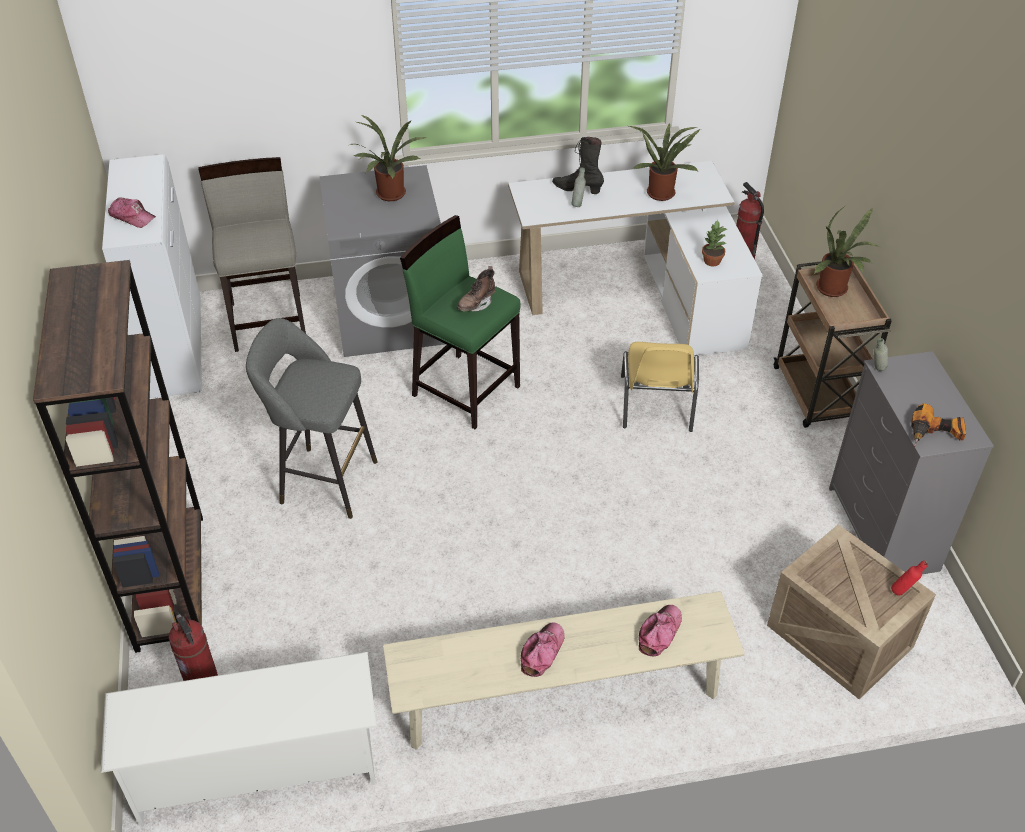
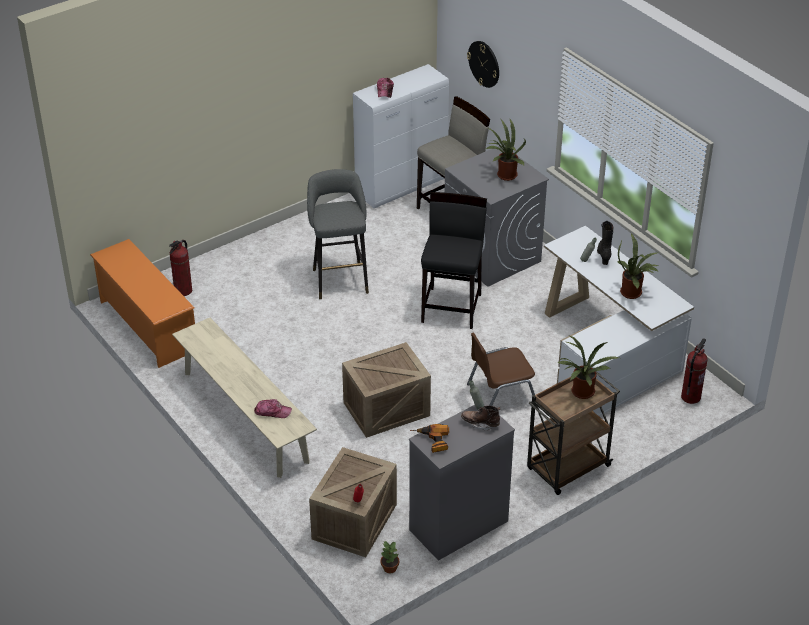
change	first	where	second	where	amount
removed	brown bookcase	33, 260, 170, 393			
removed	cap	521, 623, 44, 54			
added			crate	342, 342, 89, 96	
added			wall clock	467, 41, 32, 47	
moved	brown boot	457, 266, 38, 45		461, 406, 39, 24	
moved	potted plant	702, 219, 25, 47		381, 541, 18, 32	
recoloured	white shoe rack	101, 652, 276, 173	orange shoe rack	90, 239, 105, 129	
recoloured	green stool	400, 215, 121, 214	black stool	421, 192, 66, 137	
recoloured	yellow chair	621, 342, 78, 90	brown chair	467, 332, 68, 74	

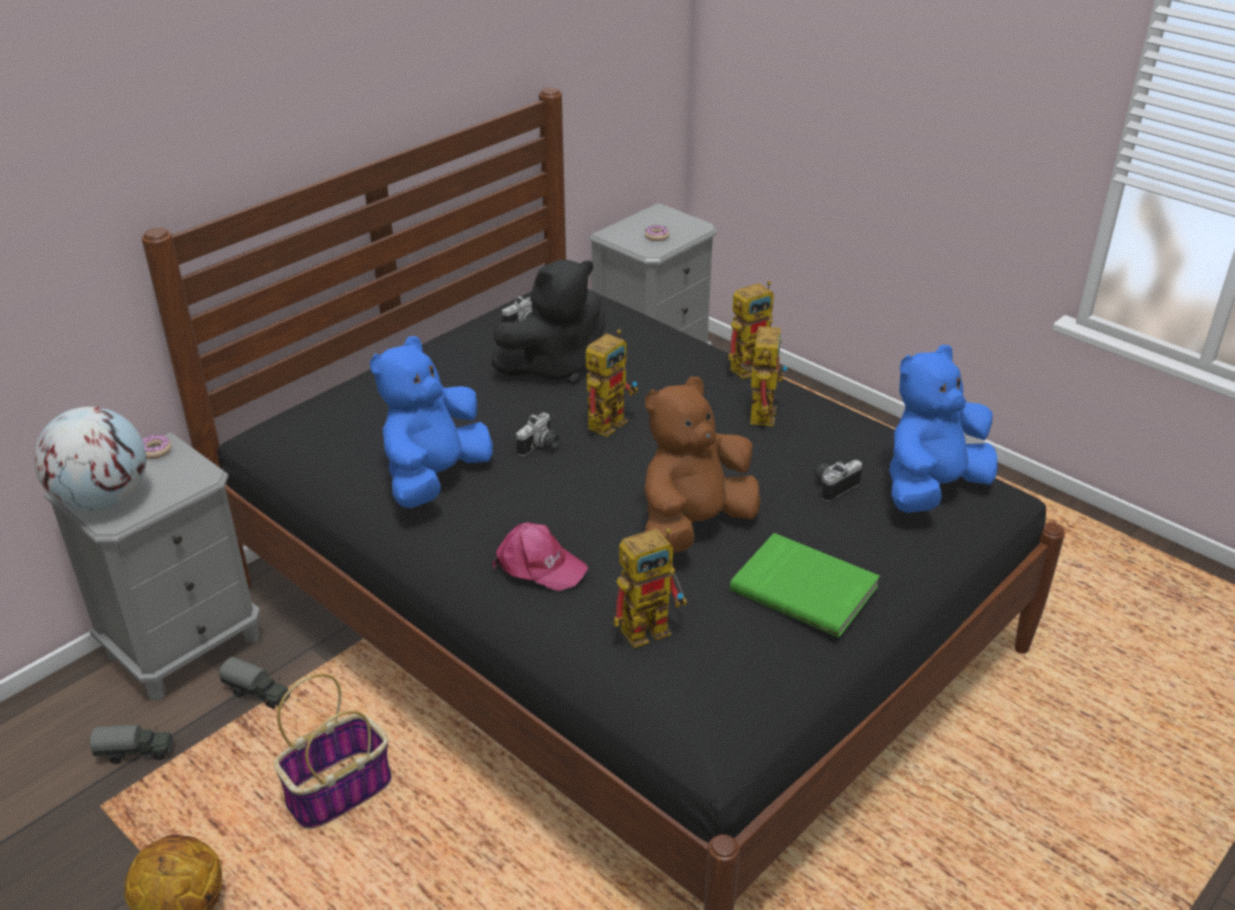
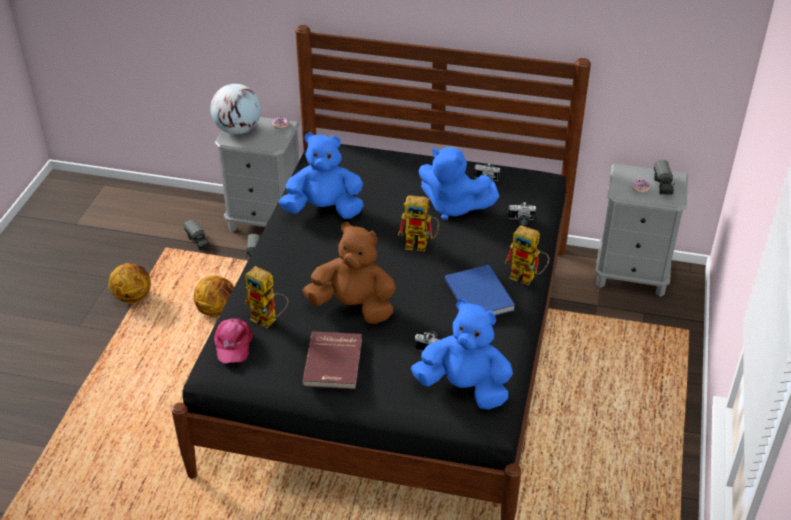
change	first	where	second	where	amount
added			toy truck	654, 160, 21, 35	
moved	pink cap	492, 522, 97, 69		214, 318, 39, 45	
moved	photo camera	516, 413, 44, 43		508, 202, 28, 23	
replaced	basket	274, 674, 118, 155	basketball	194, 275, 40, 42	
replaced	toy robot	741, 319, 46, 107	blue book	445, 265, 70, 51	
recoloured	black plush toy	491, 259, 114, 125	blue plush toy	419, 147, 81, 73	
recoloured	green book	730, 533, 150, 105	red book	302, 331, 60, 58	

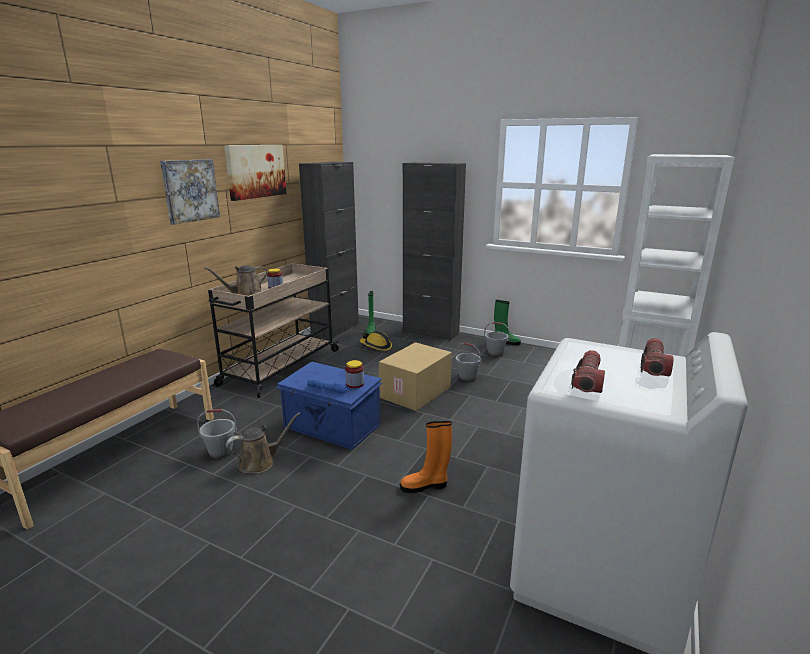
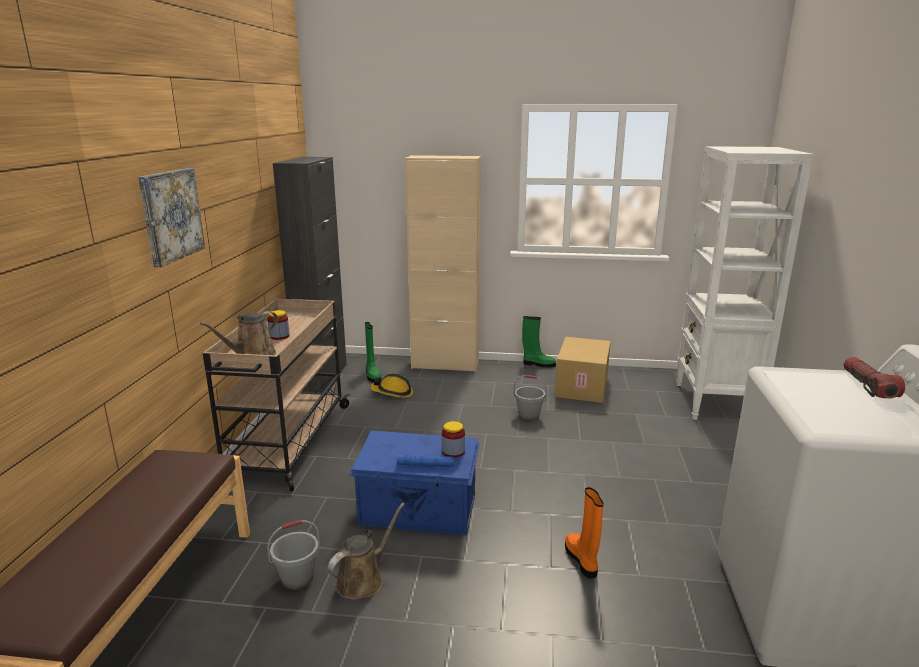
change	first	where	second	where	amount
removed	picture	224, 145, 62, 56			
removed	grey bucket	484, 322, 26, 34			
removed	flashlight	571, 350, 34, 43			
moved	cardboard box	379, 342, 73, 69		555, 337, 56, 66	
recoloured	black cabinet	403, 162, 63, 179	beige cabinet	405, 155, 76, 217	
turned	orange boot	400, 421, 52, 72		565, 487, 39, 91	105 degrees clockwise

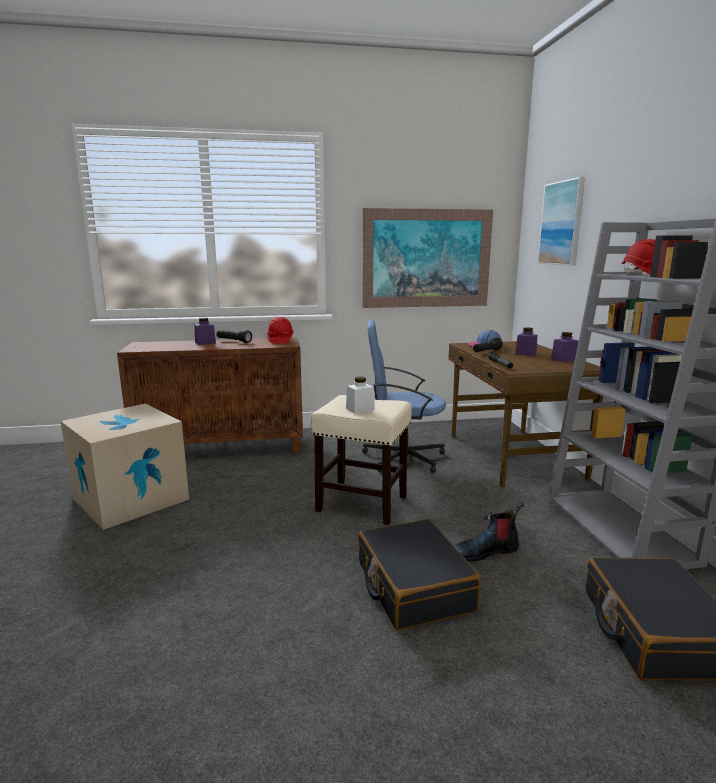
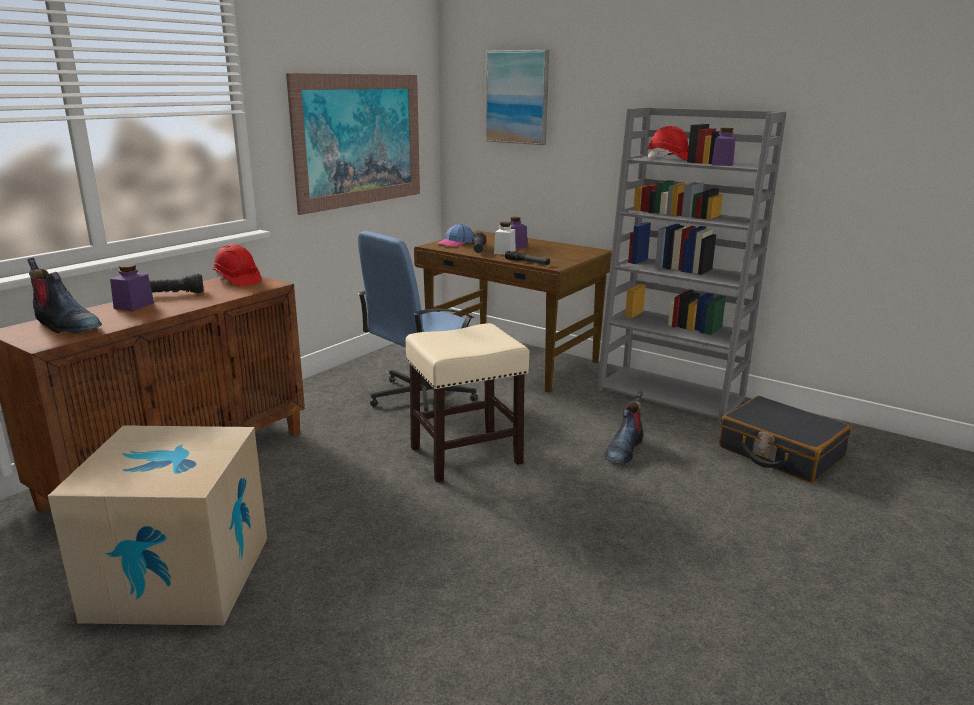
change	first	where	second	where	amount
removed	black suitcase	358, 519, 123, 111			
added			boot	28, 258, 74, 76	
moved	white jar	346, 377, 29, 37		494, 222, 22, 33	
moved	purple jar	551, 332, 27, 30		712, 128, 24, 38	

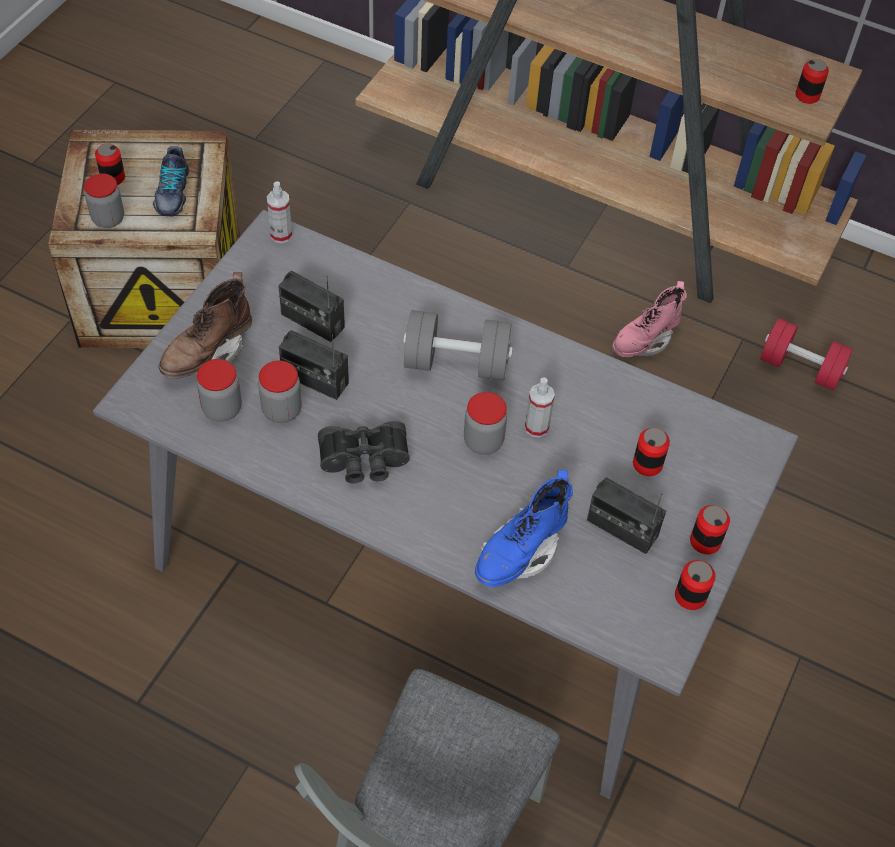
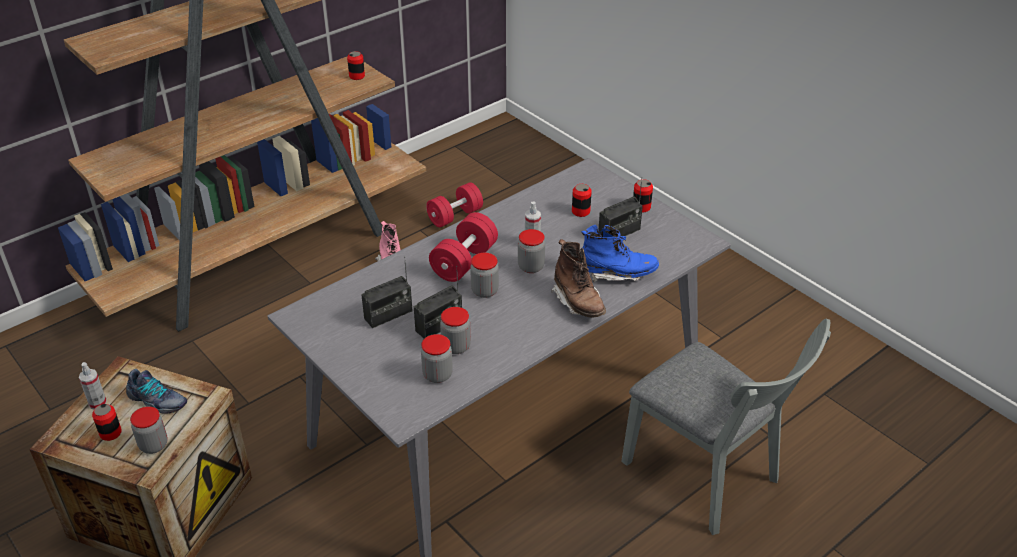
change	first	where	second	where	amount
removed	black binoculars	318, 421, 92, 63			
removed	can	675, 560, 41, 50			
added			jar	470, 253, 29, 45	
moved	brown boot	158, 272, 94, 106		551, 239, 55, 79	
moved	spray bottle	267, 181, 25, 62		79, 362, 28, 47	
recoloured	grey dumbbell	403, 310, 110, 70	red dumbbell	429, 212, 69, 70	
turned	blue boot	475, 470, 98, 117		581, 225, 78, 58	60 degrees counterclockwise

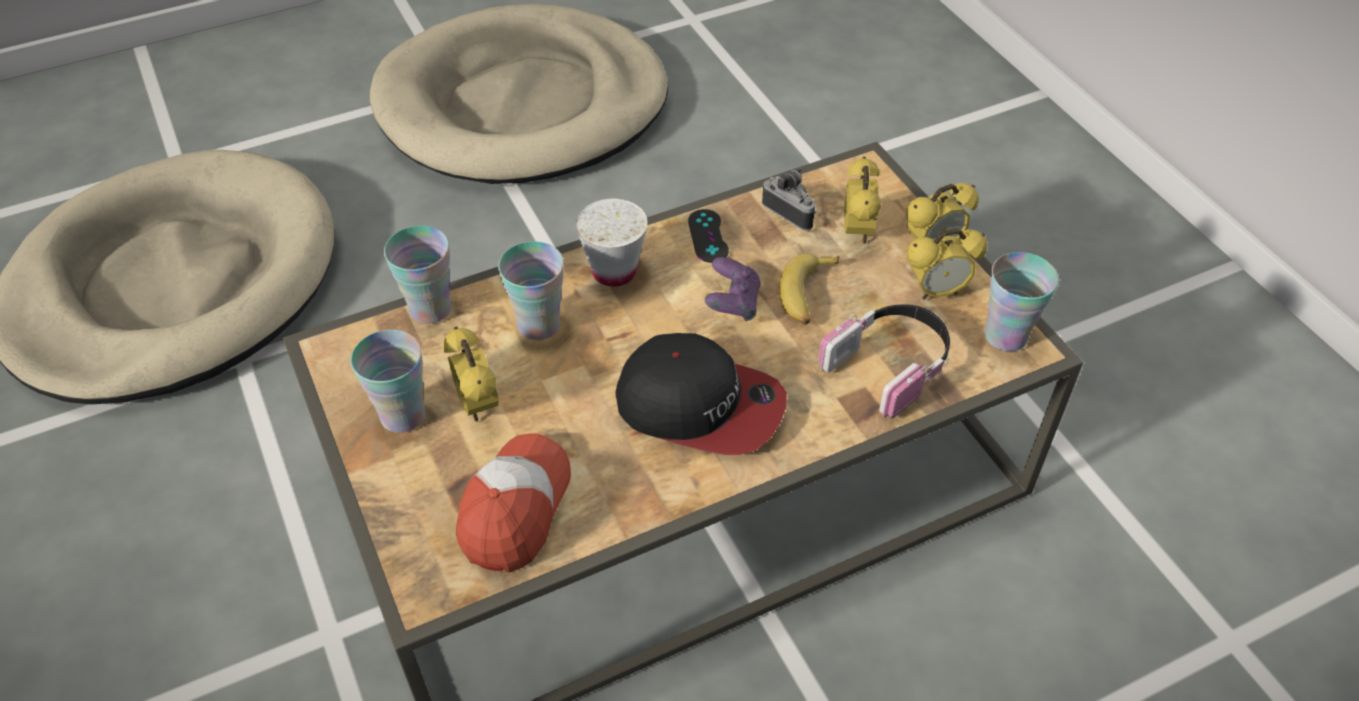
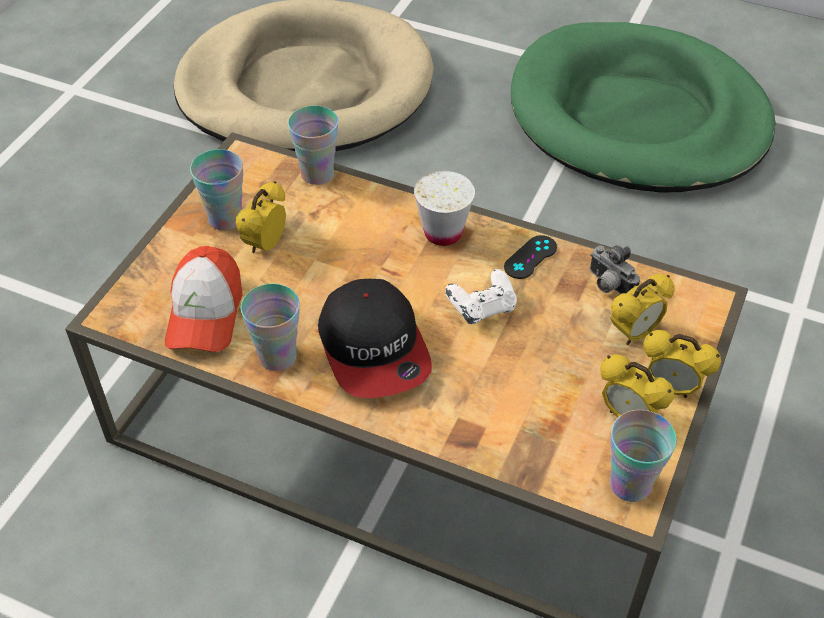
change	first	where	second	where	amount
removed	banana	779, 253, 60, 71			
removed	headphones	818, 304, 132, 114			
moved	cup	498, 241, 66, 99		241, 284, 59, 87	
recoloured	beige dog bed	370, 4, 298, 180	green dog bed	511, 22, 264, 171	
recoloured	purple game controller	705, 257, 56, 64	white game controller	445, 269, 72, 55	
turned	cap	456, 433, 115, 140		165, 246, 78, 106	120 degrees clockwise
turned	photo camera	762, 168, 54, 63		590, 245, 50, 49	135 degrees clockwise

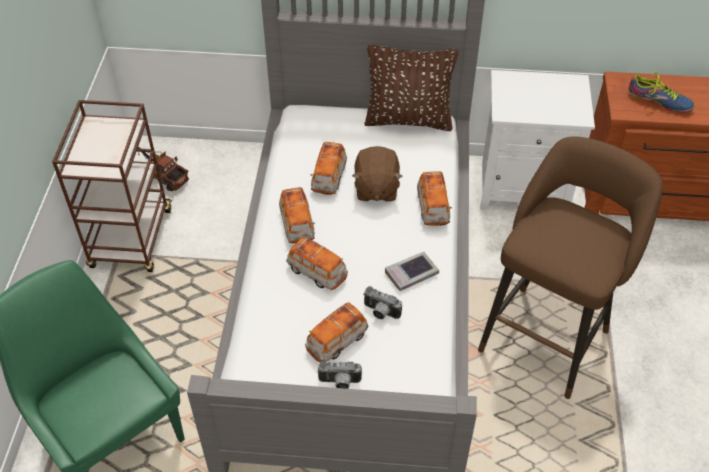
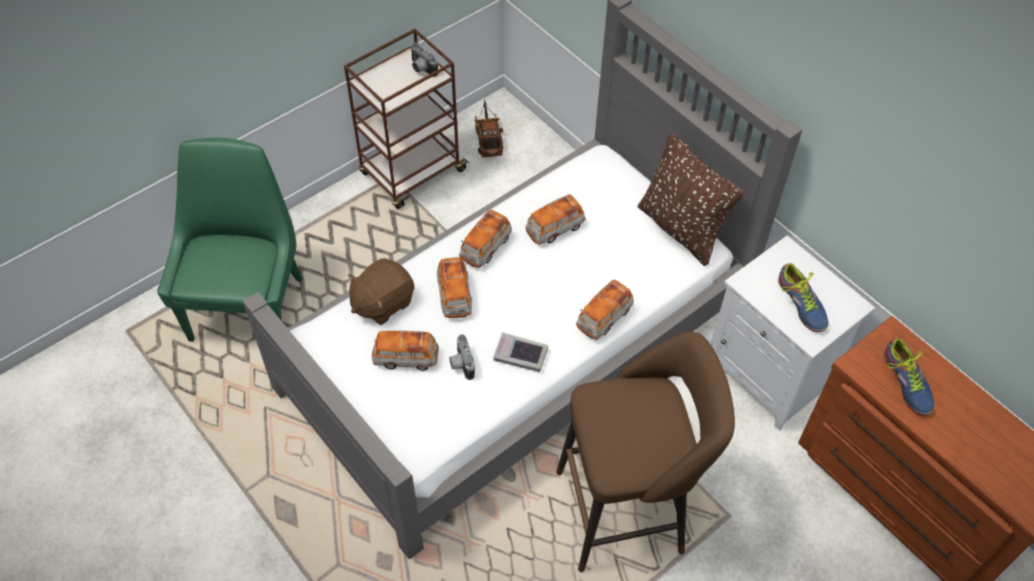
change	first	where	second	where	amount
added			shoe	778, 263, 51, 69	
moved	photo camera	317, 361, 45, 28		410, 42, 28, 35	
moved	brown plush toy	352, 146, 51, 55		348, 258, 66, 67	

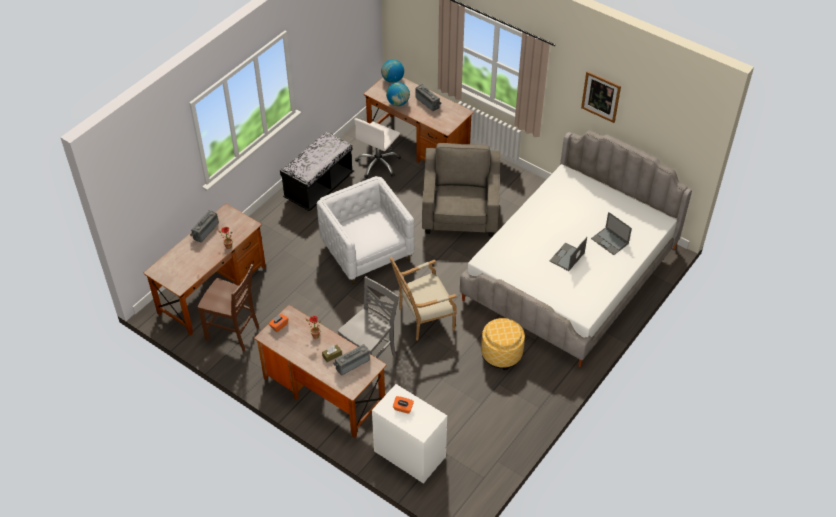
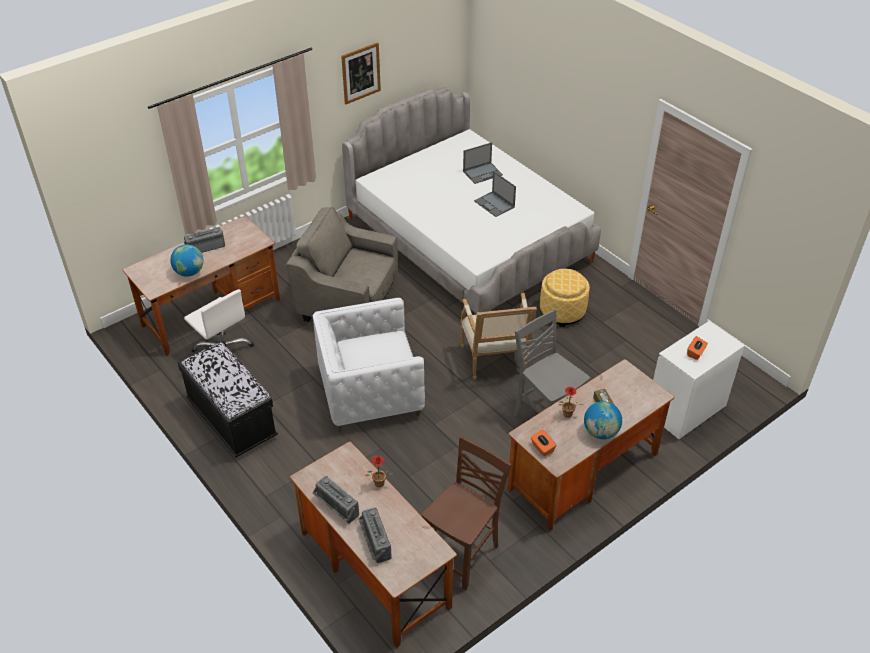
change	first	where	second	where	amount
moved	radio	333, 344, 37, 31		358, 507, 34, 56	
moved	globe	381, 59, 23, 24		584, 401, 38, 38	

